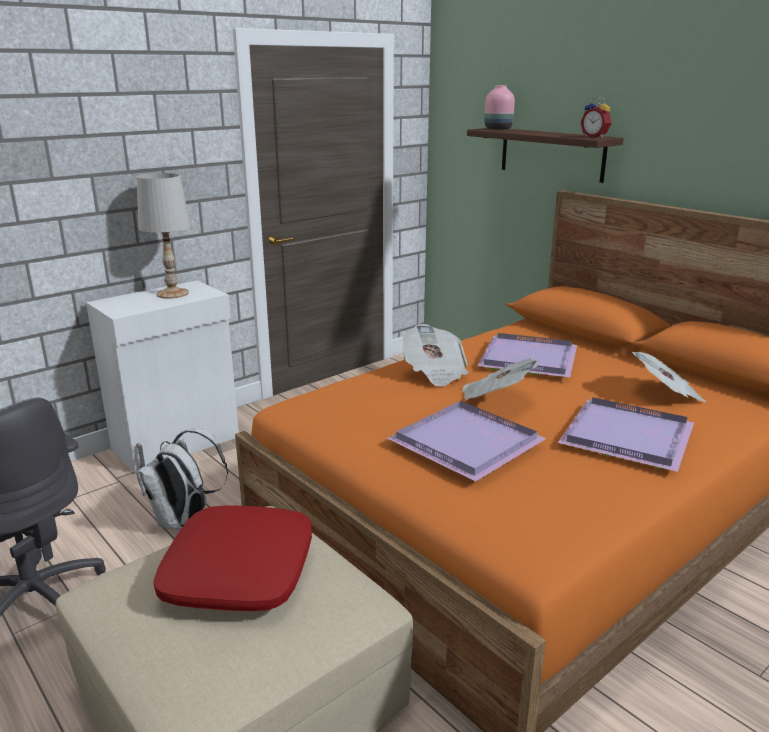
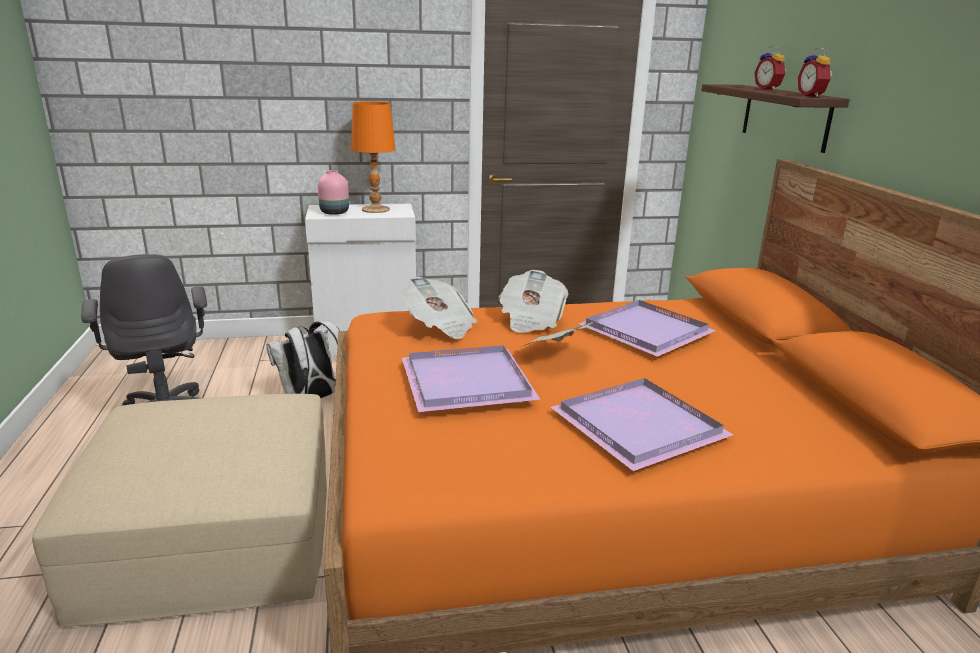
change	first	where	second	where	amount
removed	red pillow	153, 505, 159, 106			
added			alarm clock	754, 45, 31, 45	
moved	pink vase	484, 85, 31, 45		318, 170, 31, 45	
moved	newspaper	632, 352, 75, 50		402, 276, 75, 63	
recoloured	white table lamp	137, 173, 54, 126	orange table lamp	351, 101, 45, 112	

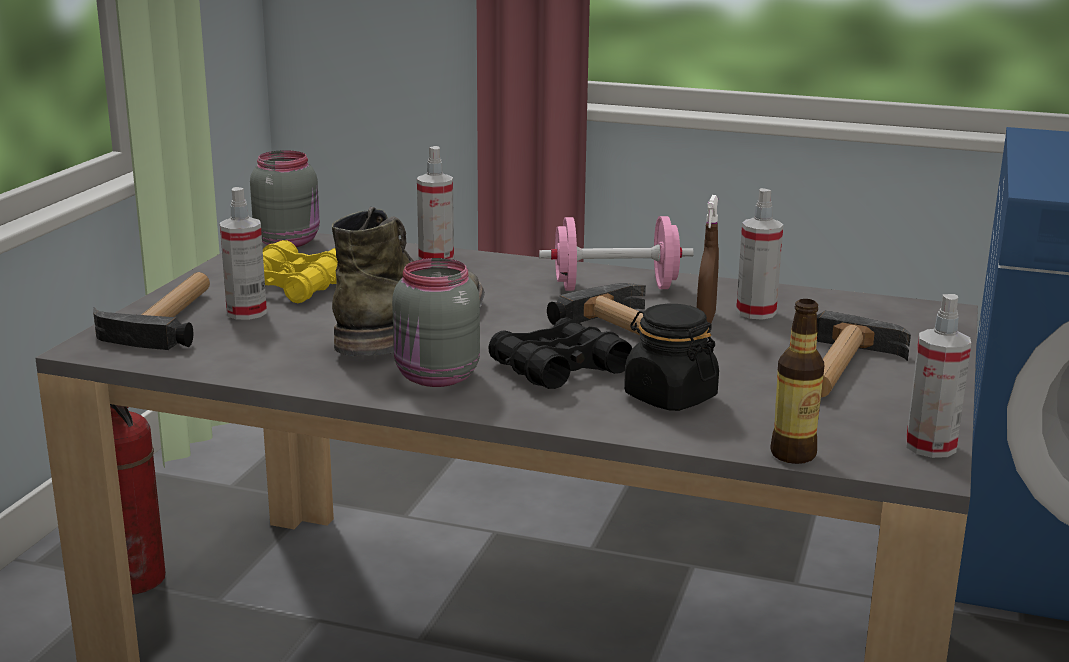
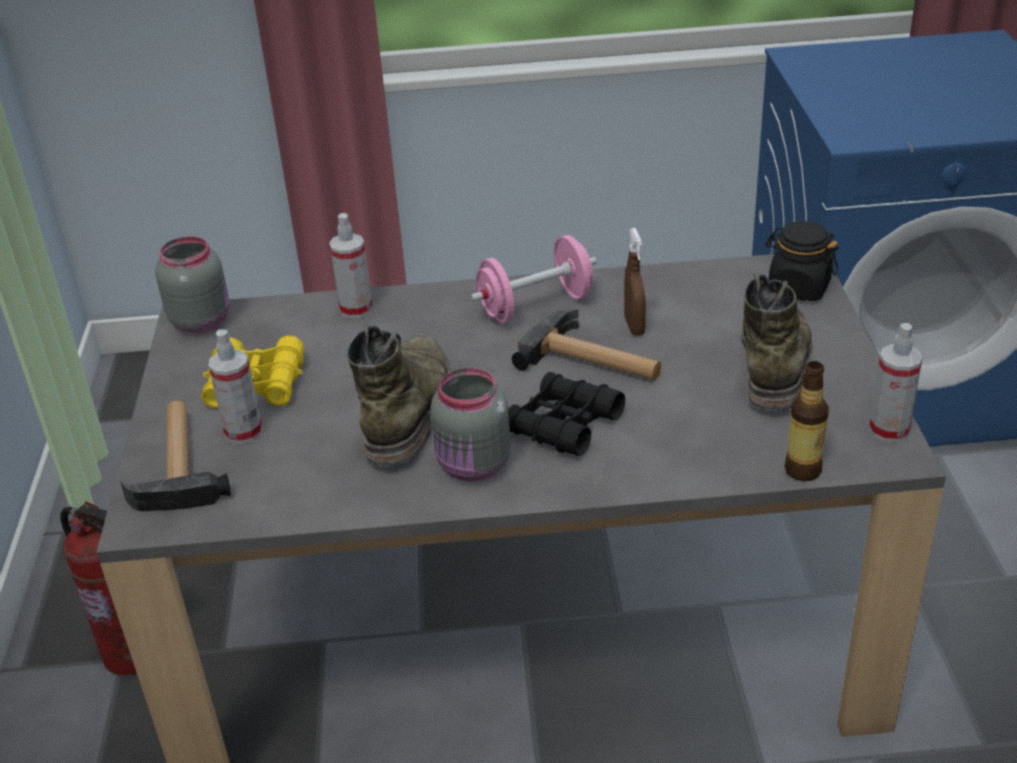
change	first	where	second	where	amount
removed	spray bottle	736, 188, 47, 132			
moved	black jar	624, 304, 95, 107		765, 221, 73, 80	
replaced	hammer	817, 311, 94, 86	green boot	741, 273, 72, 139	

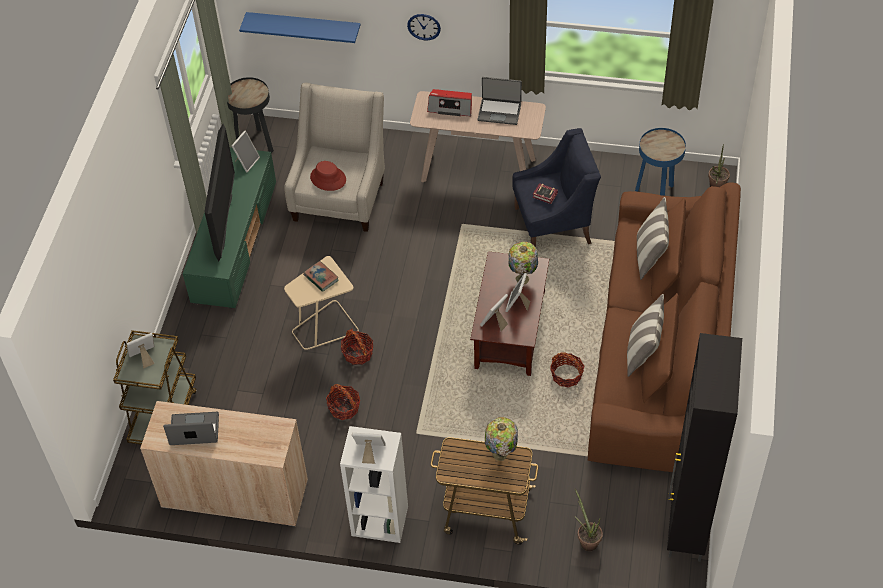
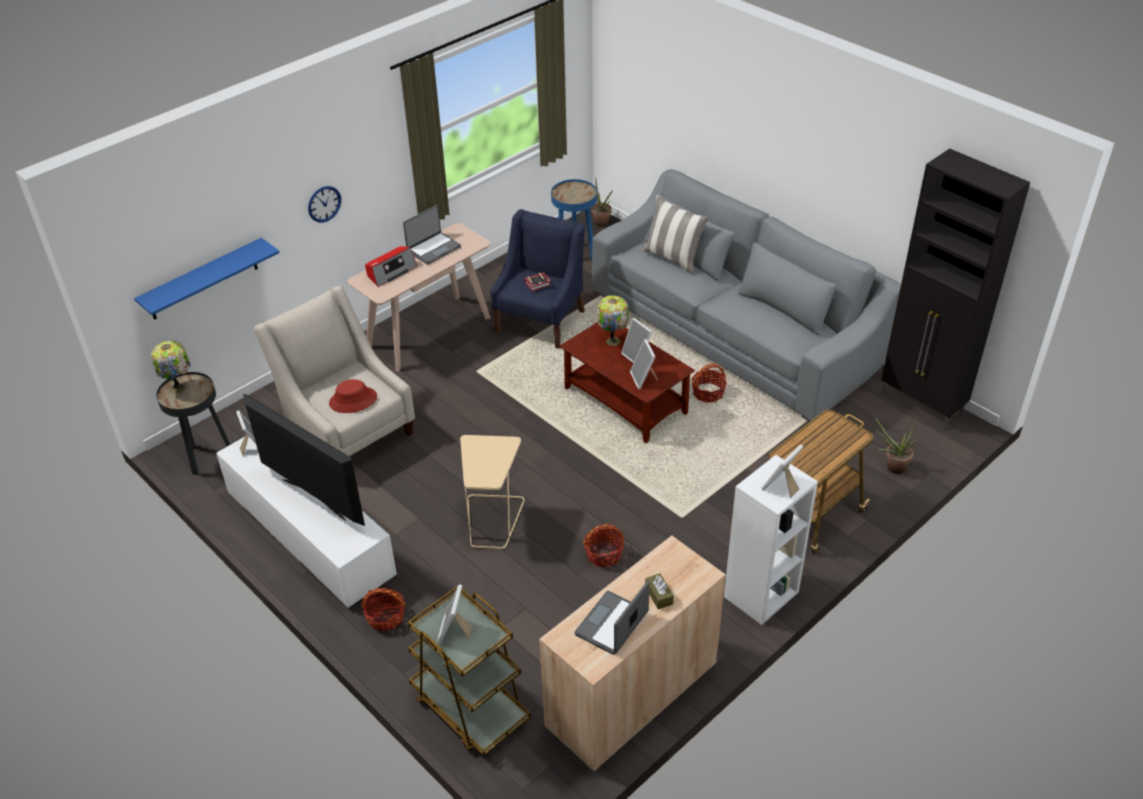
change	first	where	second	where	amount
removed	book	303, 261, 36, 31			
removed	pillow	627, 294, 37, 83			
added			brown tissue box	645, 573, 29, 36	
moved	basket	341, 329, 33, 36		362, 588, 44, 44	
moved	table lamp	485, 417, 33, 44		151, 341, 40, 52	
recoloured	green tv stand	183, 147, 93, 162	white tv stand	216, 436, 181, 172	
recoloured	brown sofa	588, 182, 153, 290	grey sofa	592, 169, 309, 252	

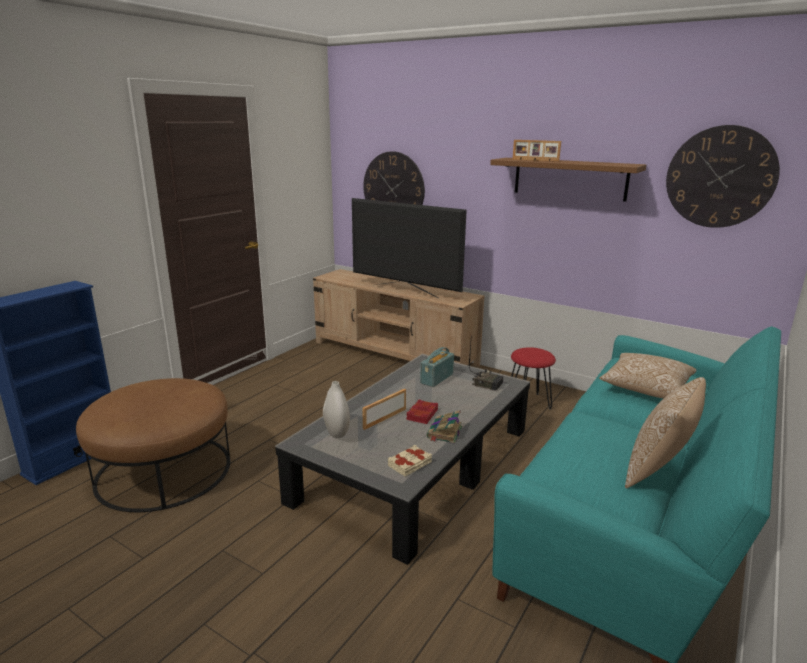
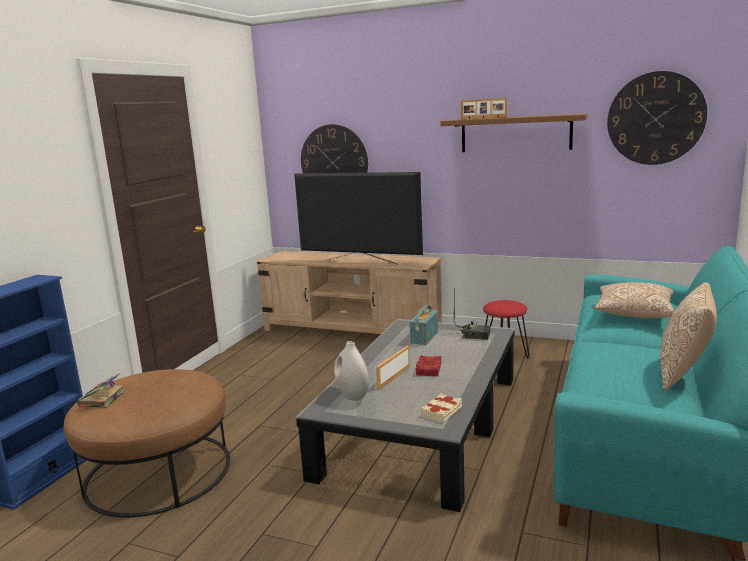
change	first	where	second	where	amount
moved	book	427, 410, 35, 33		77, 373, 49, 36	

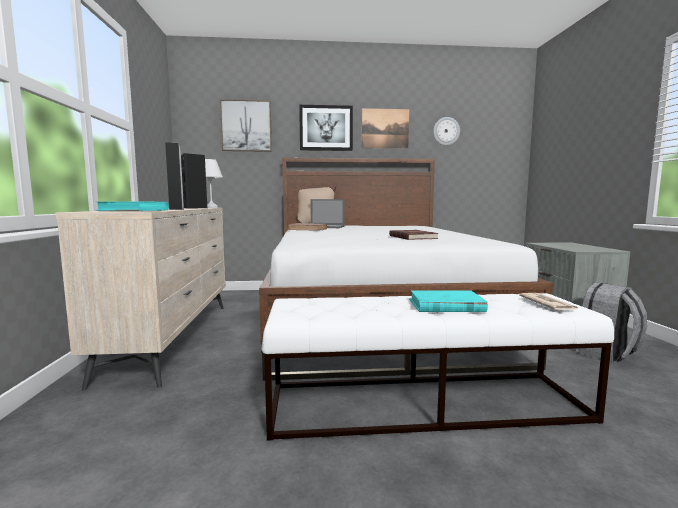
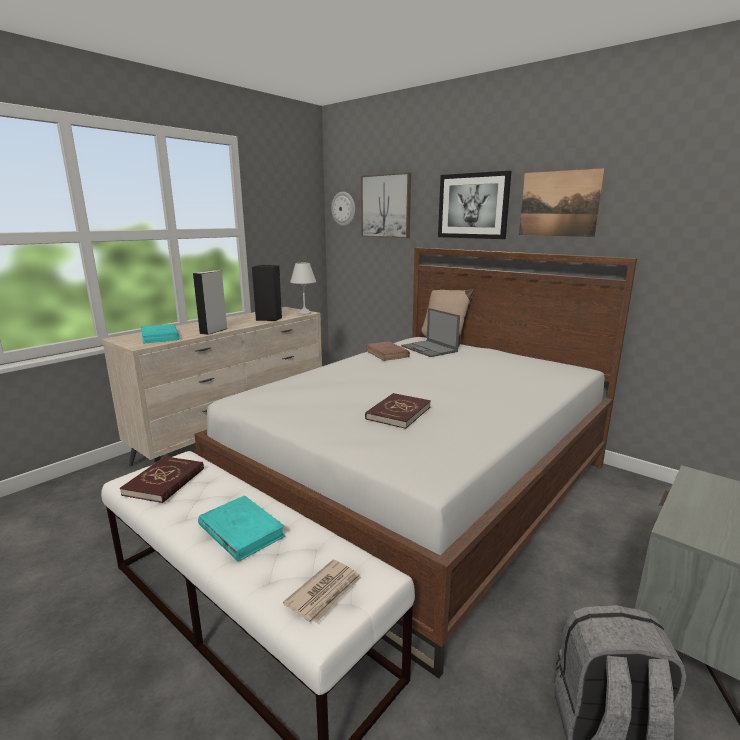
change	first	where	second	where	amount
added			red book	120, 456, 84, 47	
moved	wall clock	433, 117, 27, 29		331, 192, 24, 34	

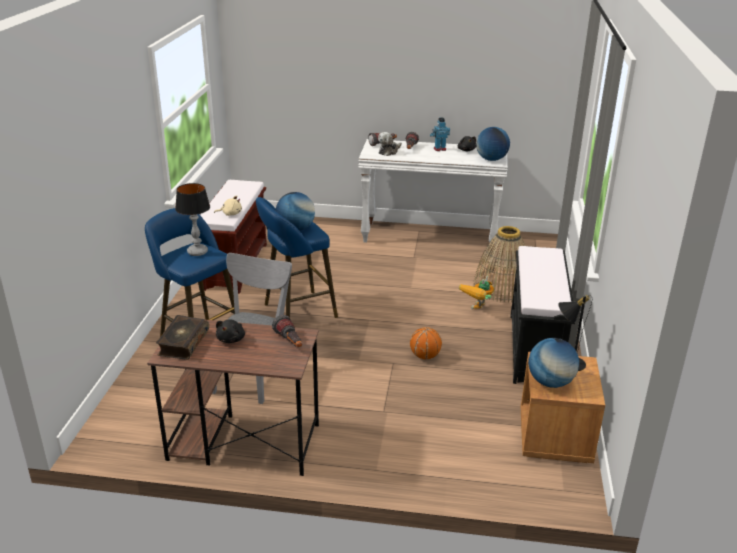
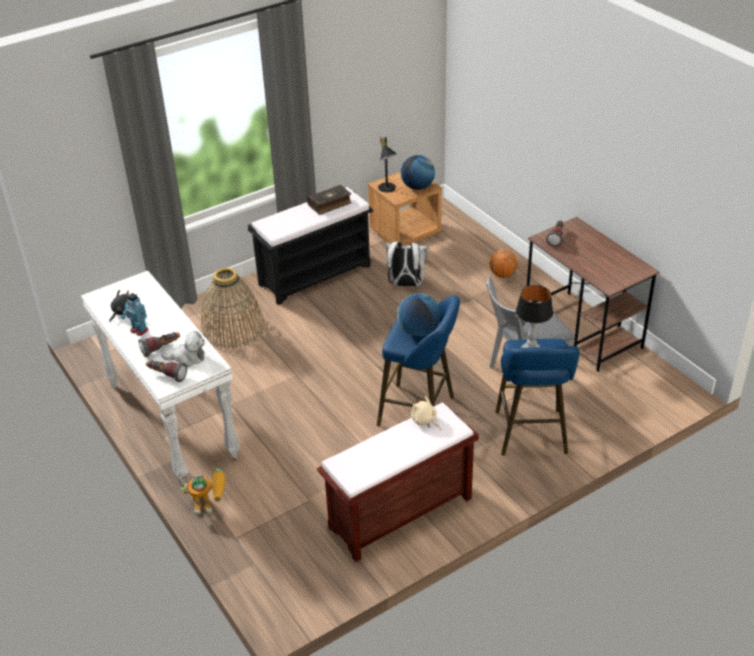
change	first	where	second	where	amount
removed	black plush toy	216, 319, 29, 24			
removed	globe	476, 127, 34, 34			
added			white backpack	386, 241, 42, 46	
moved	book	156, 315, 53, 45		307, 185, 45, 30	
moved	basketball	410, 327, 32, 32		489, 250, 29, 28	
moved	toy robot	459, 276, 35, 34		181, 468, 45, 47	

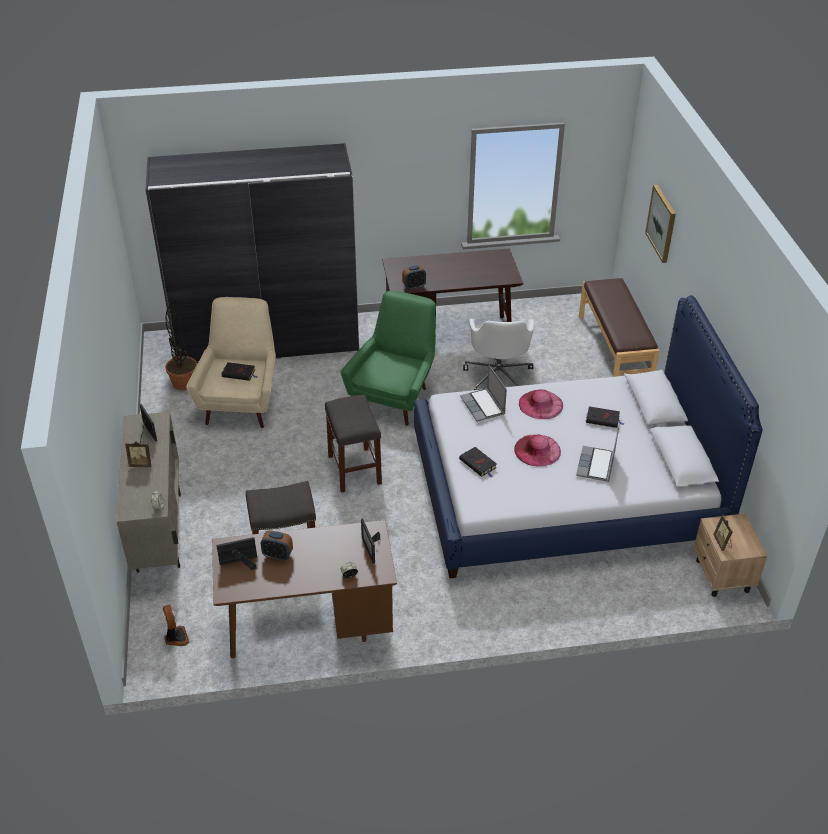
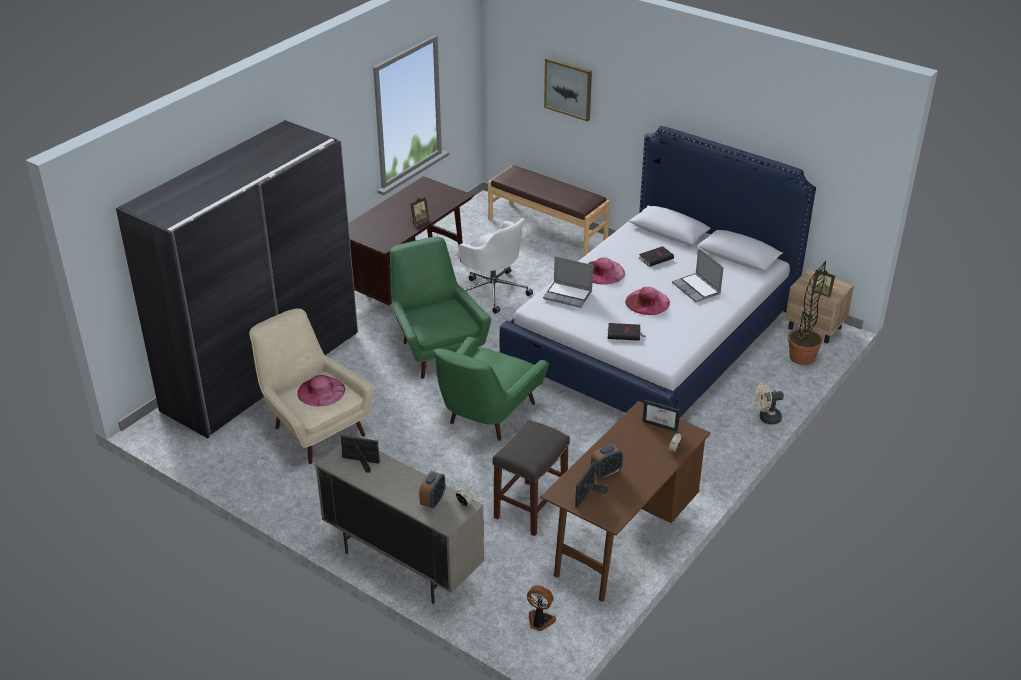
change	first	where	second	where	amount
added			beige fan	755, 383, 29, 41	
moved	picture frame	125, 442, 26, 25		410, 197, 19, 28	
moved	potted plant	165, 300, 32, 90		788, 261, 38, 104	
moved	alarm clock	402, 265, 24, 25		419, 471, 26, 37	
replaced	black book	222, 362, 36, 19	pink hat	297, 375, 48, 32	
replaced	grey stool	325, 395, 57, 98	green armchair	433, 337, 116, 104	

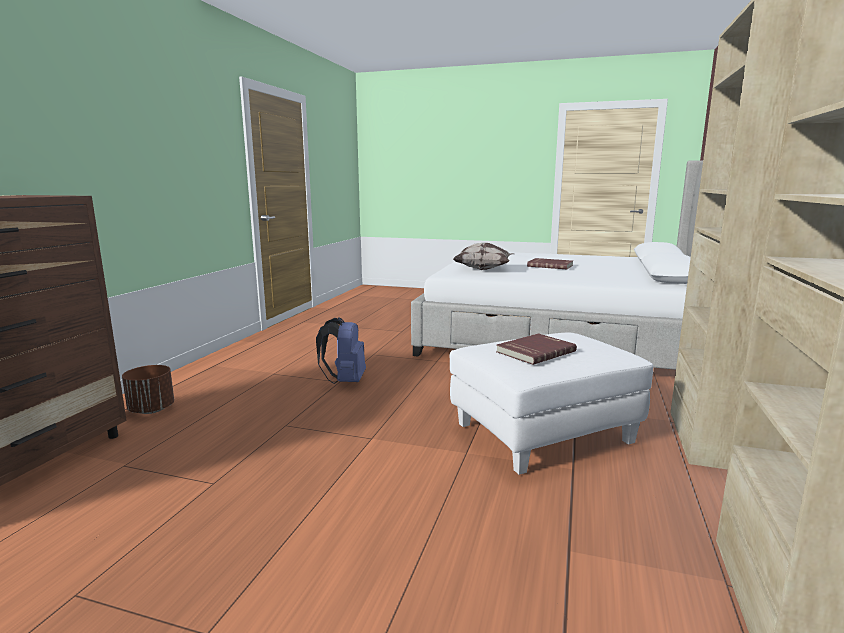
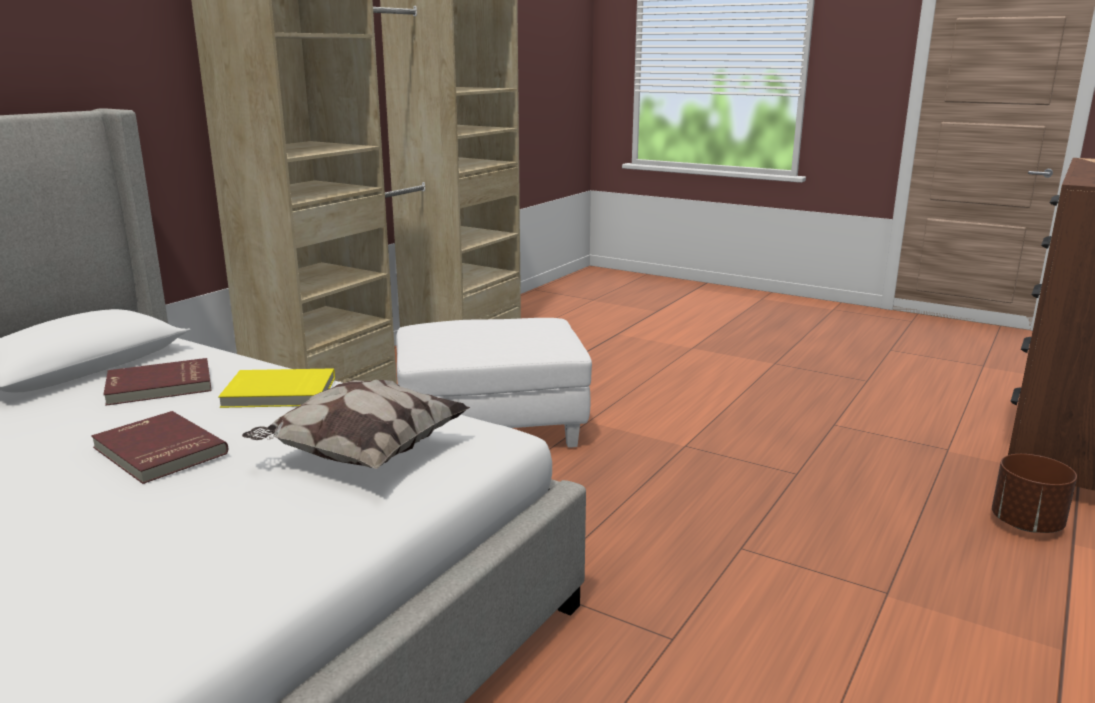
change	first	where	second	where	amount
removed	blue backpack	316, 317, 50, 67			
added			yellow book	218, 368, 117, 40	
moved	red book	496, 333, 81, 32		103, 358, 109, 48	

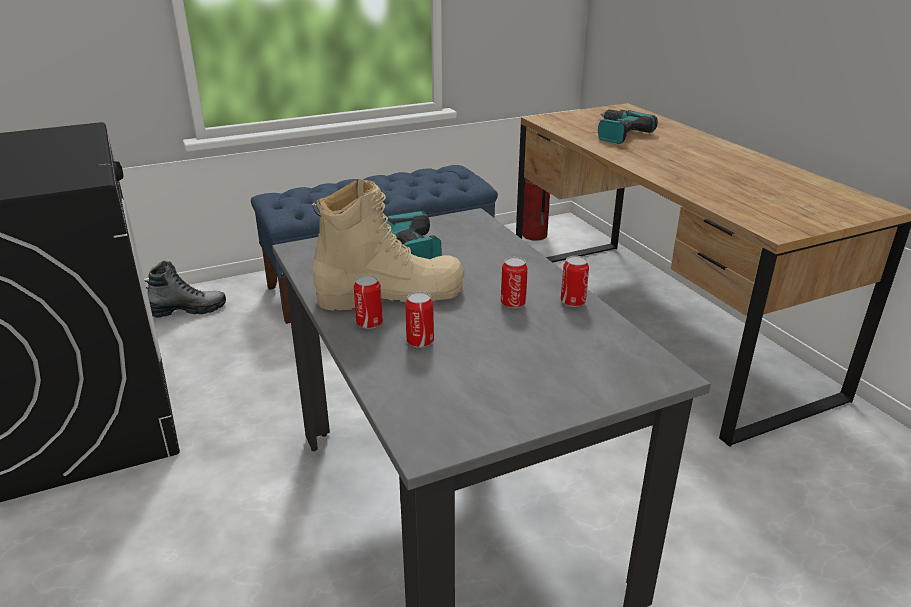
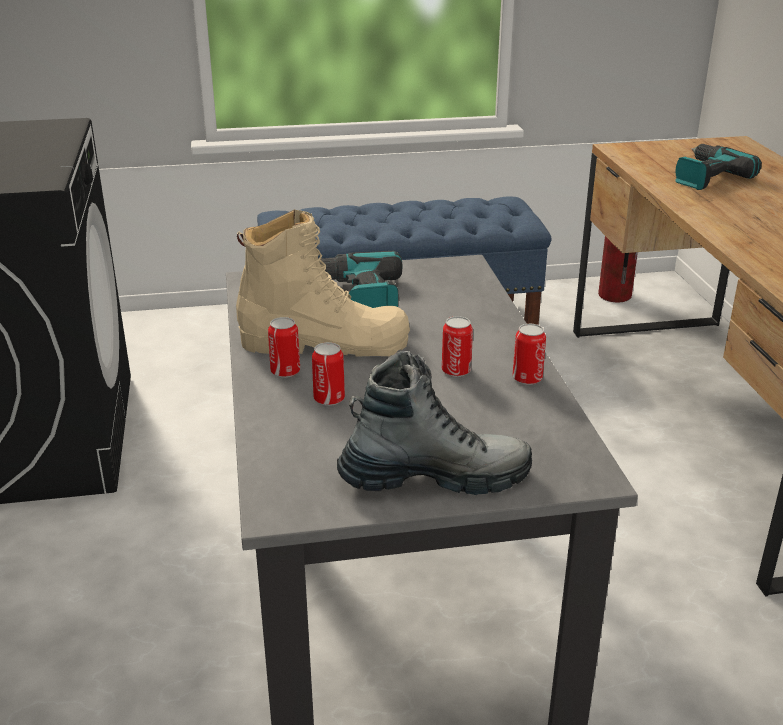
change	first	where	second	where	amount
moved	boot	144, 261, 82, 57		337, 351, 195, 144	

